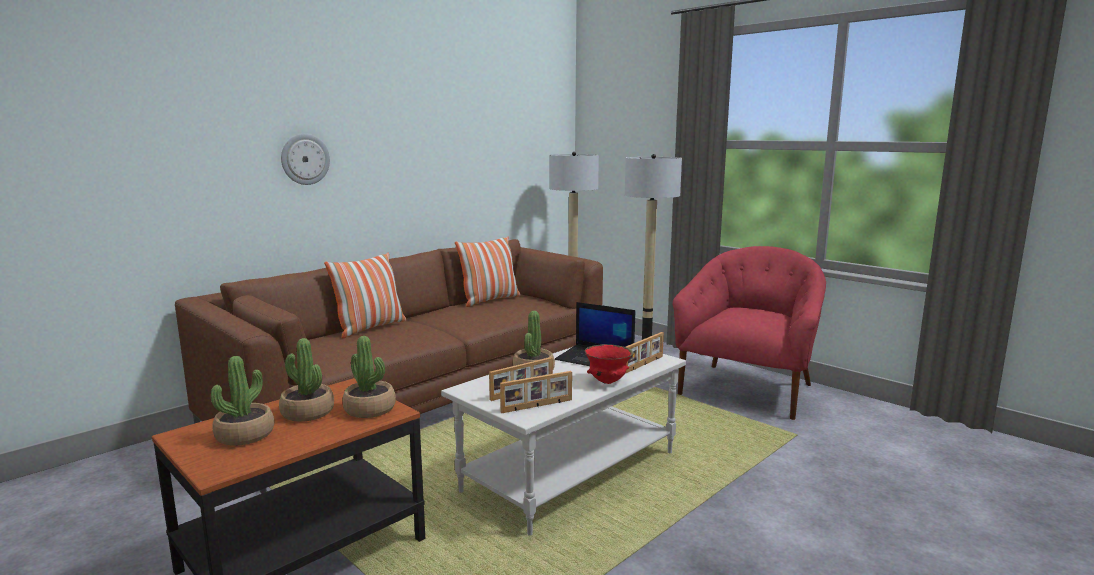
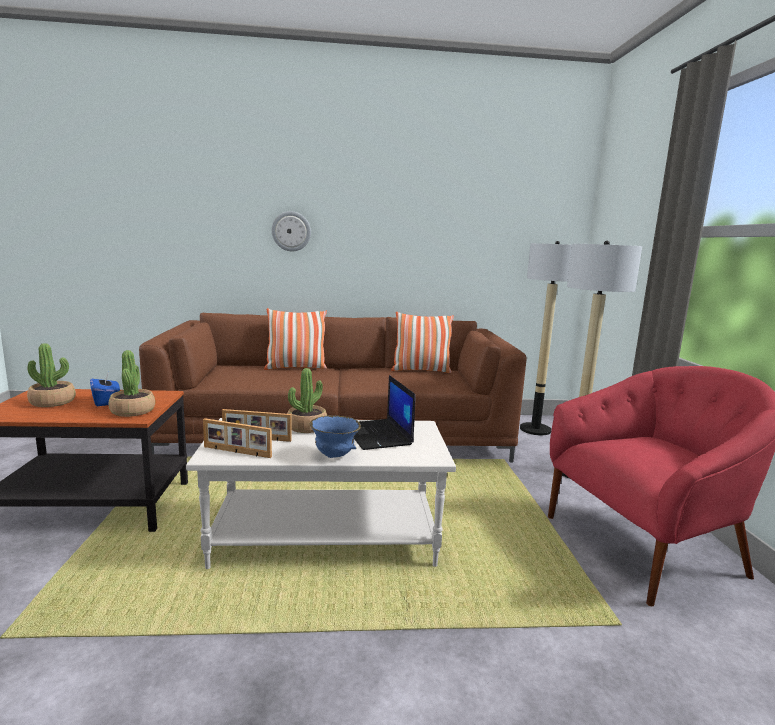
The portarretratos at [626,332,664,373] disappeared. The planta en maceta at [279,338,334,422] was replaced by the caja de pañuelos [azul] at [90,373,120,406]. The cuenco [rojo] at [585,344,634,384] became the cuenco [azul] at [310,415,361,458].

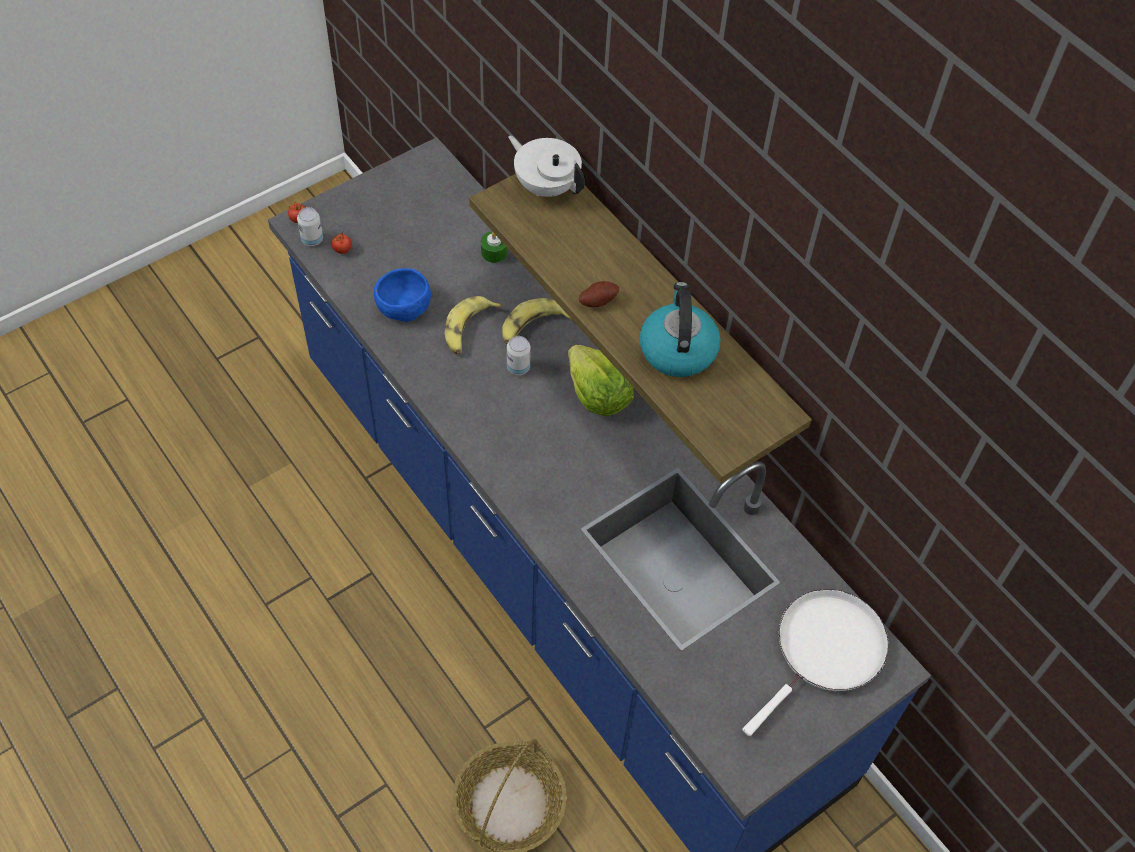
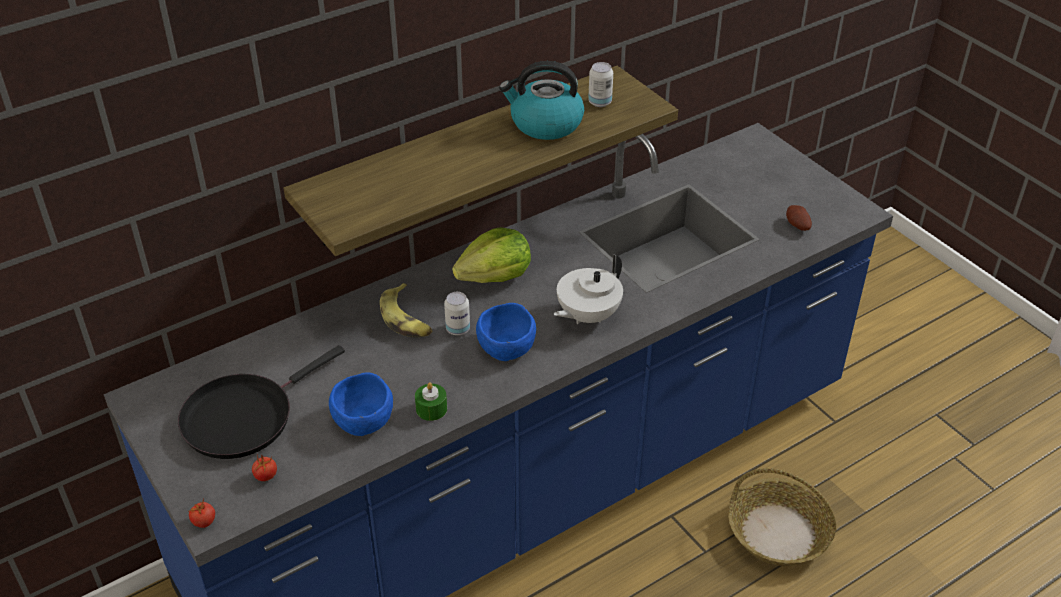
The plátano at [444,296,501,354] disappeared. The sartén [blanco] at [742,589,889,736] disappeared. The sartén [negro] at [178,345,345,459] appeared. The cuenco [azul] at [476,303,536,361] appeared. The lata moved from [297,207,323,246] to [588,62,613,107]. The vela [verde] moved from [481,231,508,263] to [415,382,447,421]. The tetera [blanco] moved from [508,136,585,197] to [554,254,623,324]. The patata moved from [579,281,619,308] to [786,205,812,231].

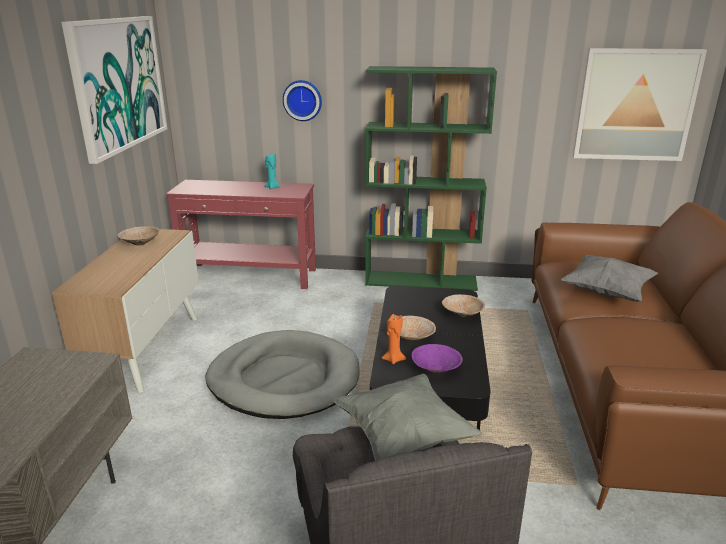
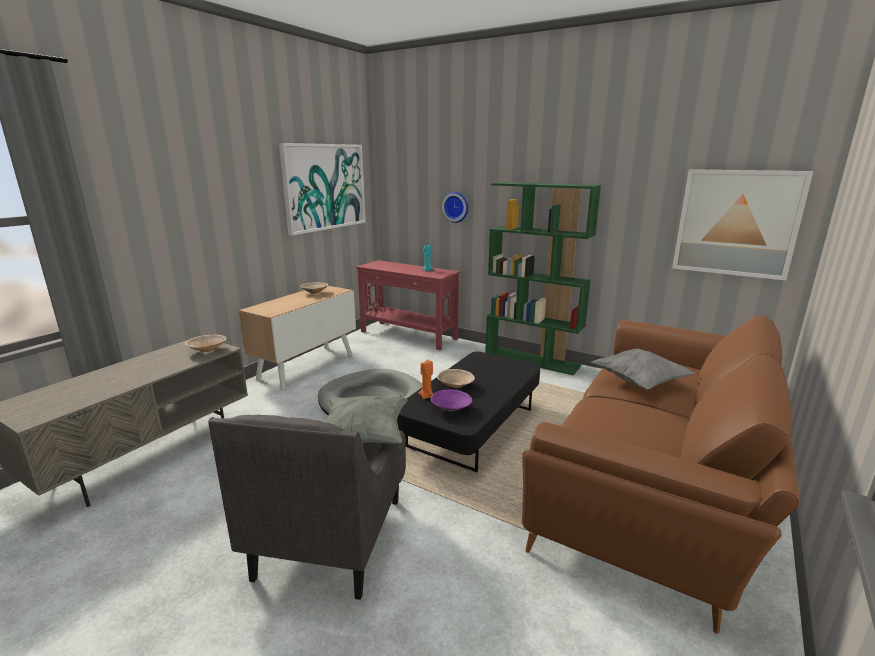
The cuenco [beis] moved from [442,294,485,317] to [185,335,226,352].

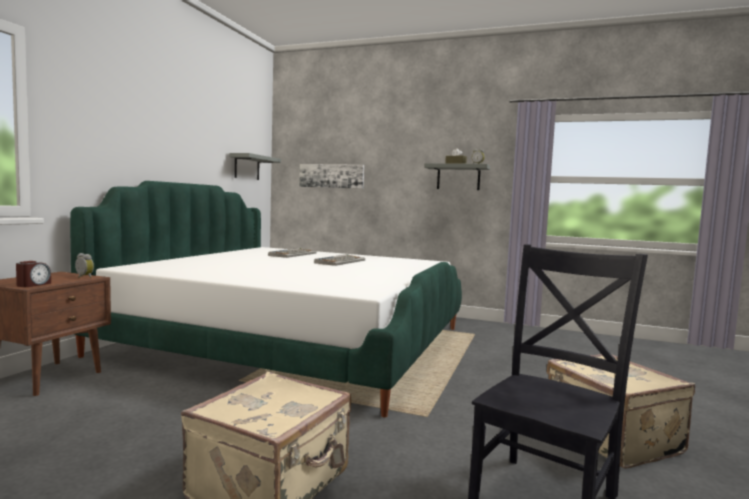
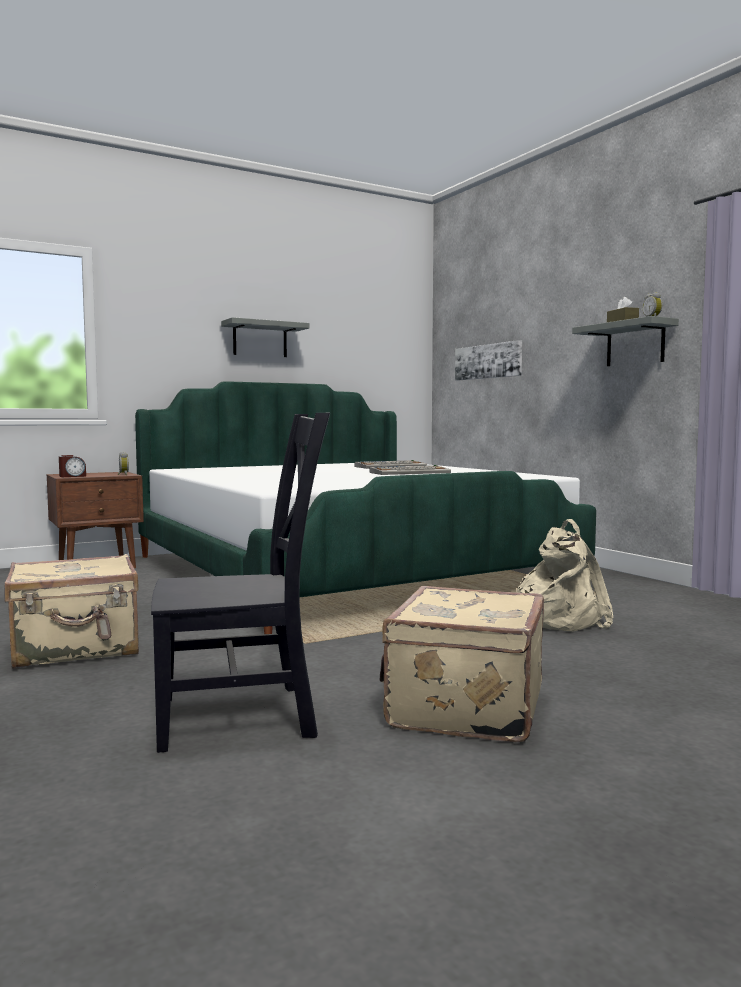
The mochila [beis] at [516,519,614,632] appeared. The estante [gris] moved from [229,153,281,180] to [221,317,310,357].

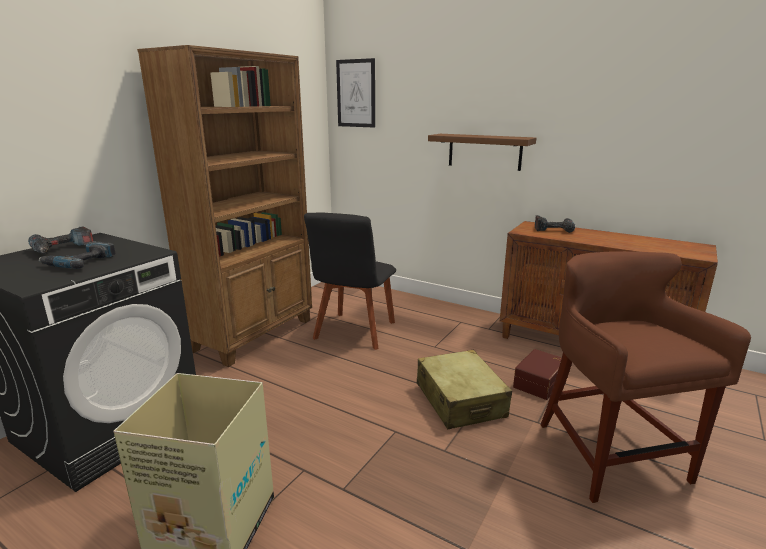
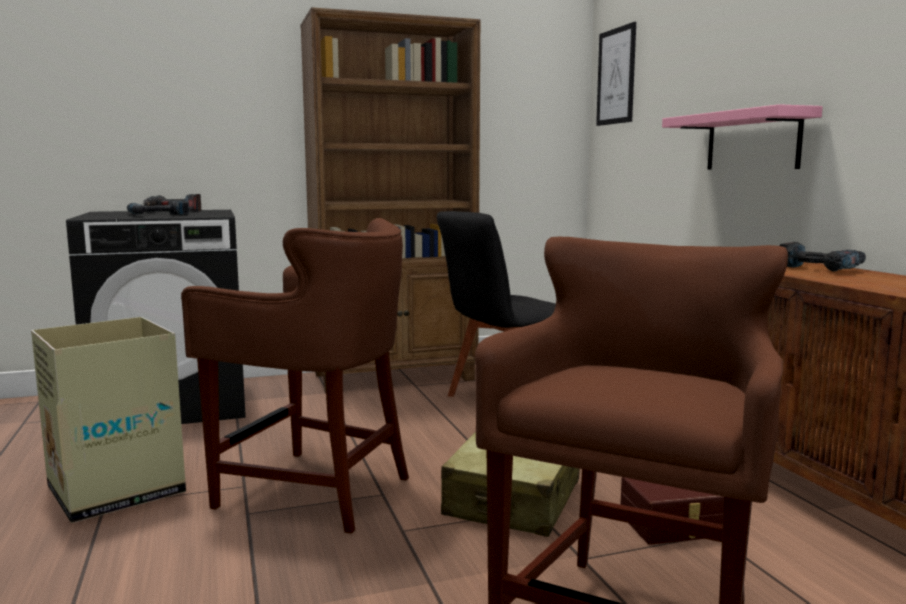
The taburete [marrón] at [181,218,409,534] appeared. The estante [marrón] at [428,134,536,171] became the estante [rosa] at [662,104,823,170].

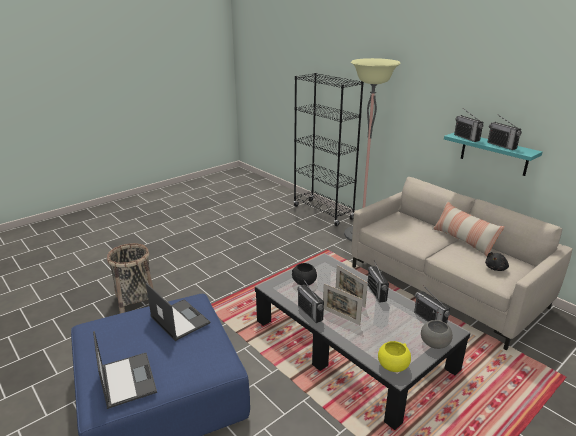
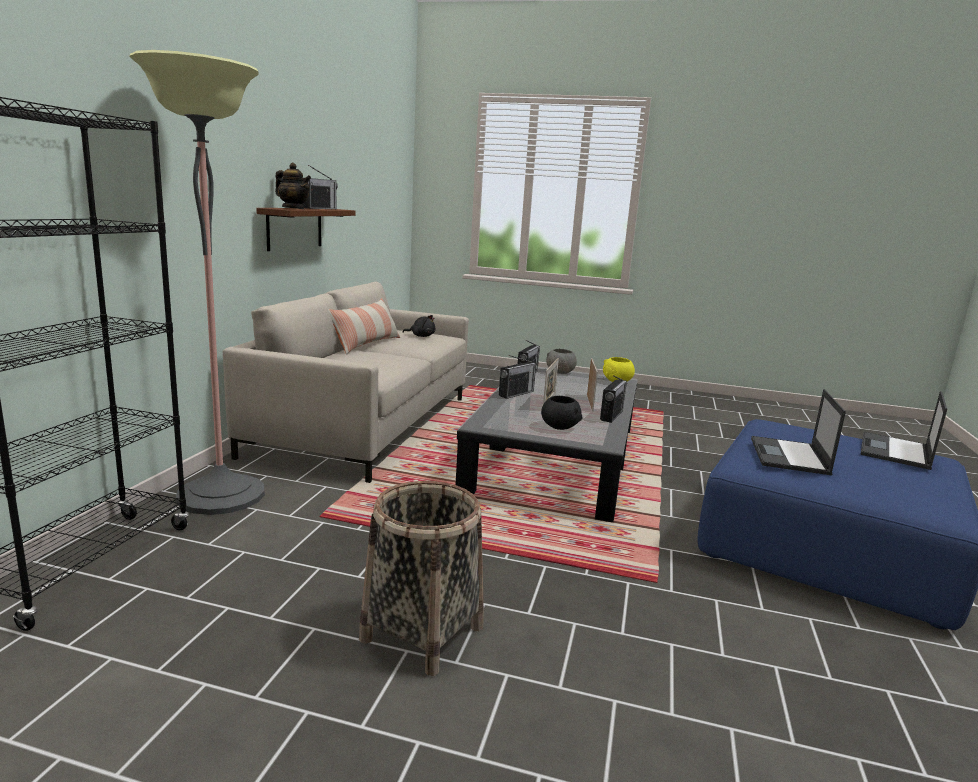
The cesta moved from [107,243,154,314] to [359,481,484,676]. The radio at [454,108,483,142] was replaced by the tetera at [275,163,311,209]. The estante [turquesa] at [444,132,543,176] became the estante [marrón] at [256,208,355,251].

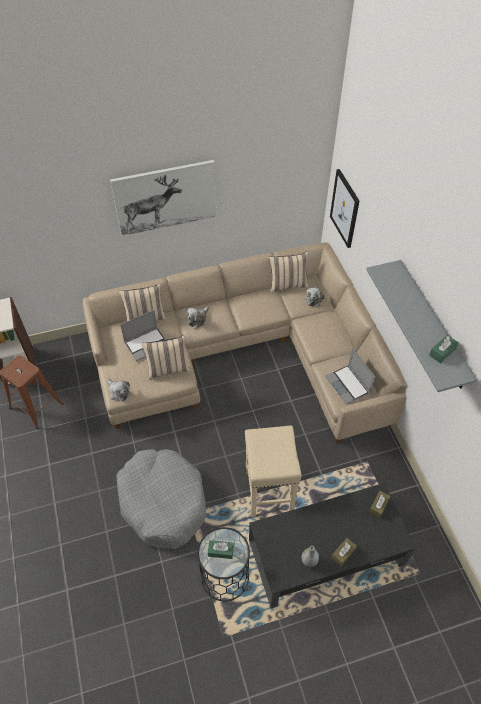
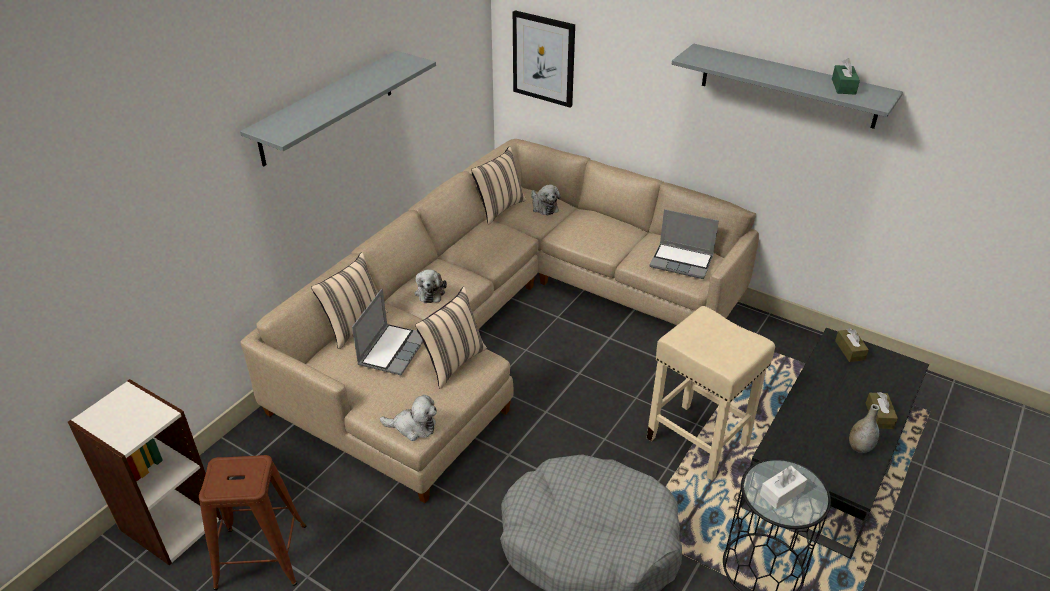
The cuadro at [110,160,217,236] was replaced by the estante [gris] at [240,51,436,166]. The caja de pañuelos [verde] at [208,540,234,559] became the caja de pañuelos [blanco] at [760,466,807,509].

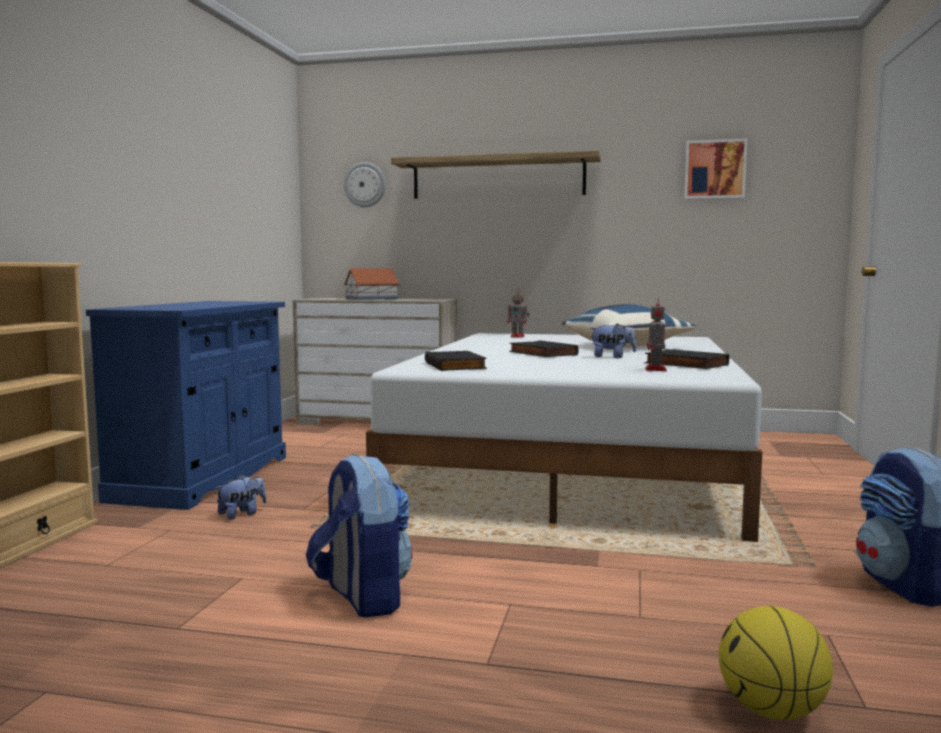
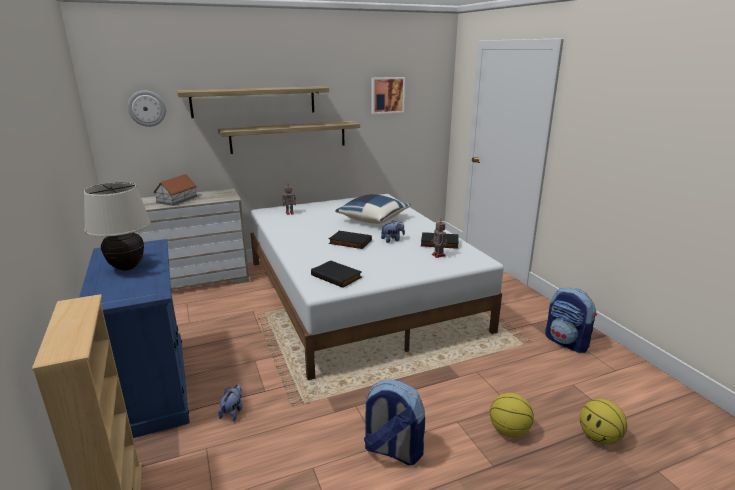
The lámpara de mesa [beis] at [83,182,151,271] appeared. The estante at [218,121,360,154] appeared. The balón de baloncesto at [490,393,534,437] appeared.

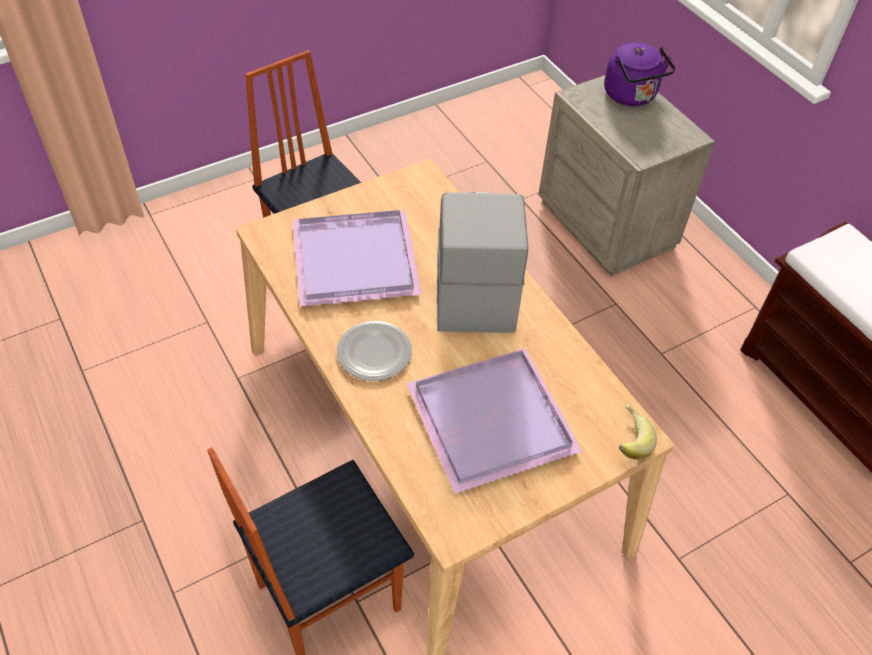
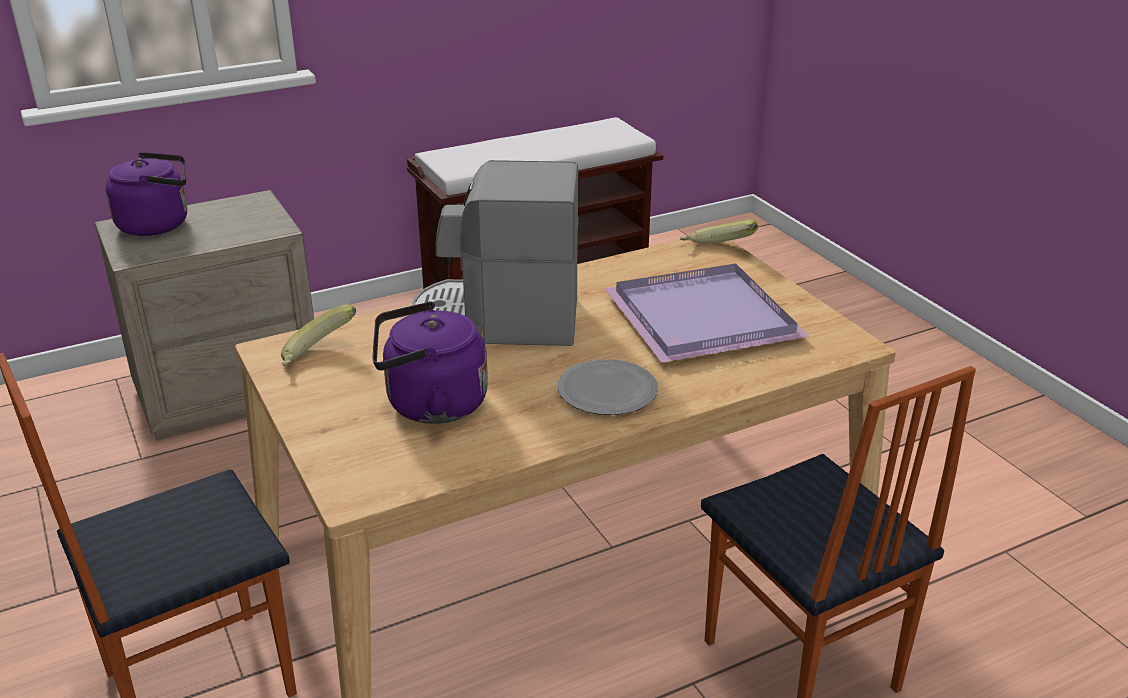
The plátano at [281,304,356,366] appeared. The bandeja [morado] at [292,210,422,307] was replaced by the hervidor [morado] at [373,301,488,424].

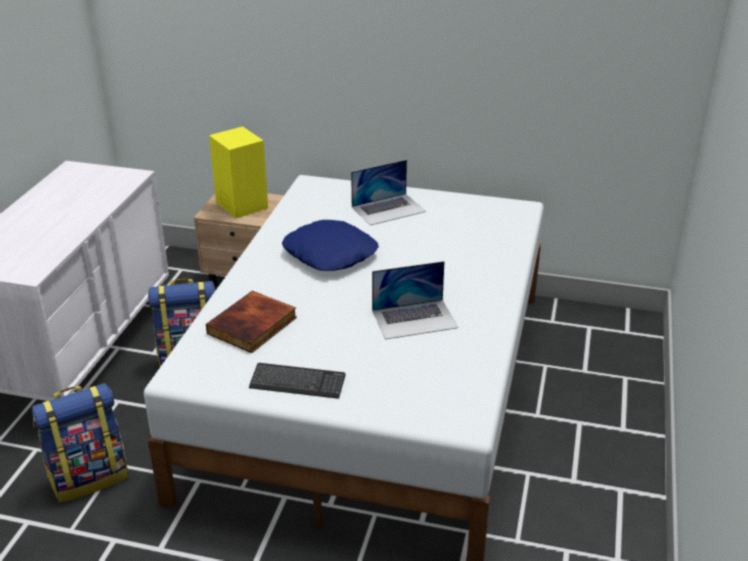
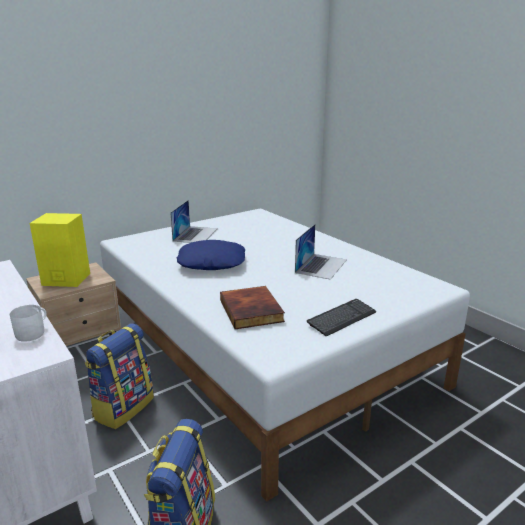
The taza grande [blanco] at [10,305,47,342] appeared.

